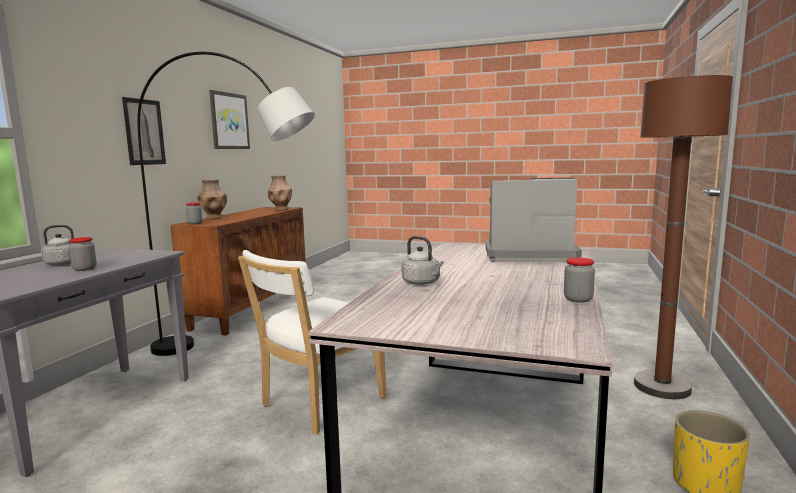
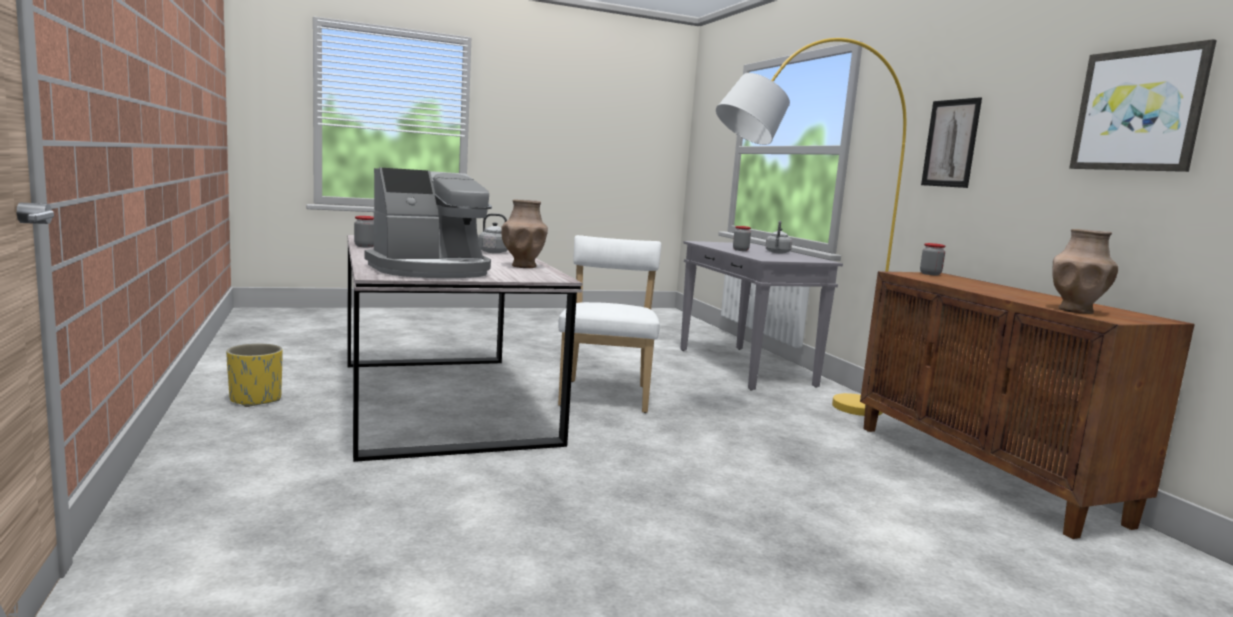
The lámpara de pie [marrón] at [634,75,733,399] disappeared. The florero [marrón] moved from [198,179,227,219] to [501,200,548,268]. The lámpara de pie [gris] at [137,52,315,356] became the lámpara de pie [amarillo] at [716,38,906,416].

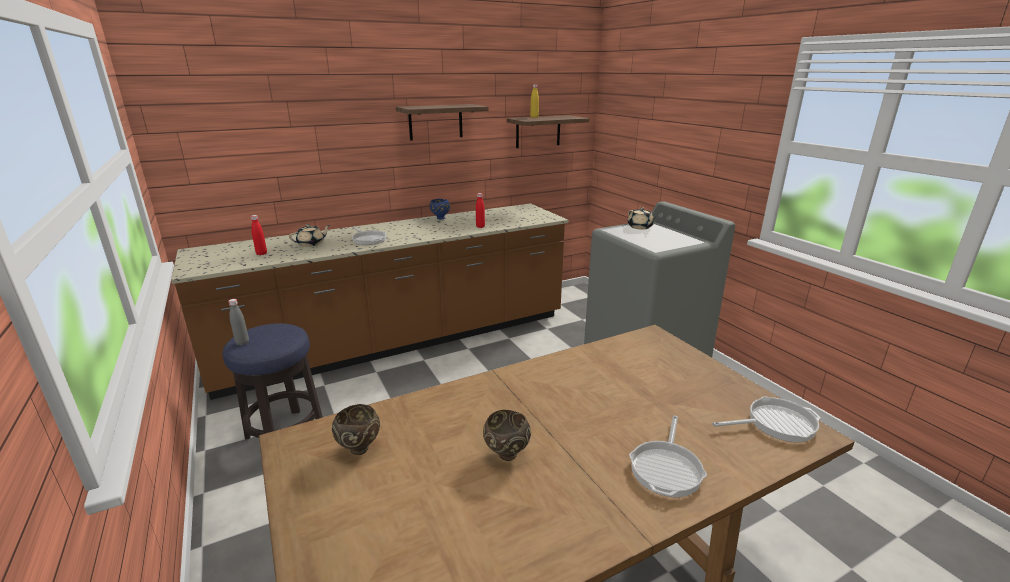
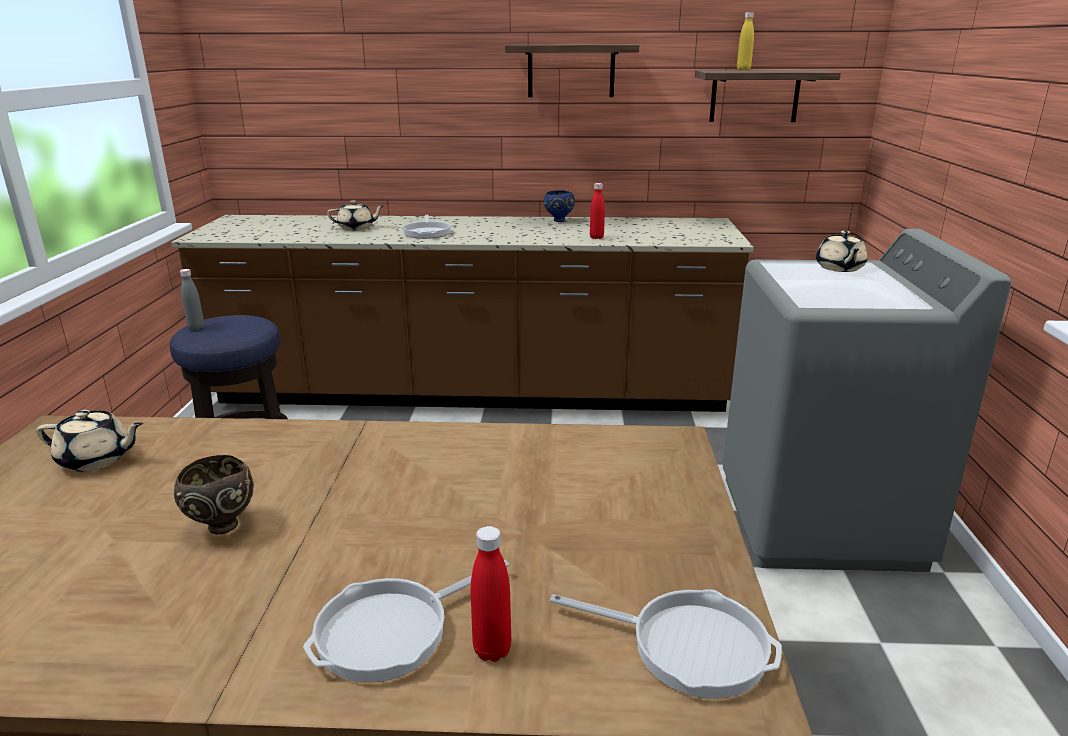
The botella [rojo] moved from [251,215,267,255] to [471,526,511,662]. The cuenco [marrón] at [332,404,380,455] was replaced by the tetera [beis] at [36,410,143,471].

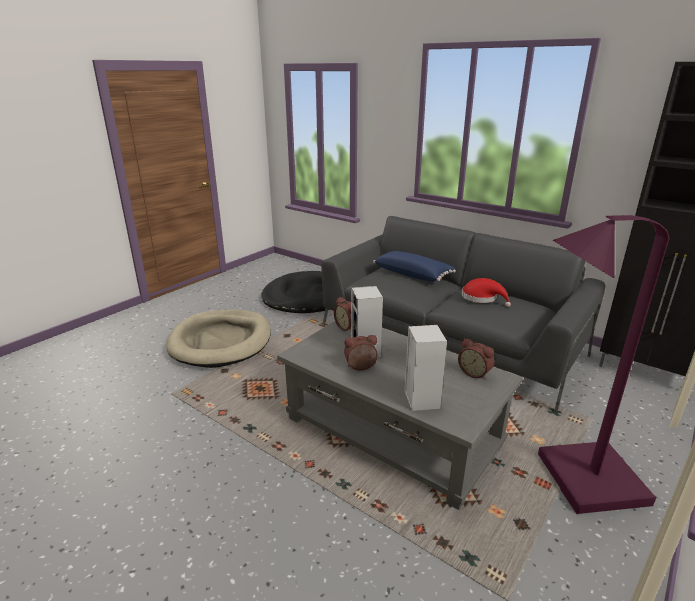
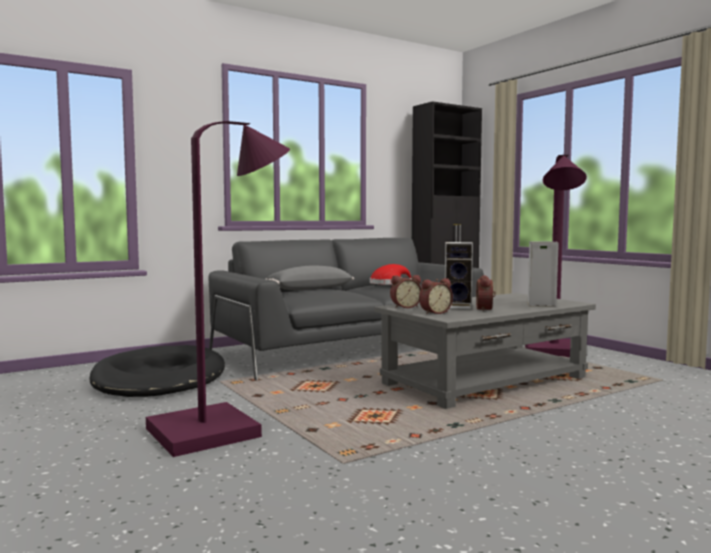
The despertador moved from [458,338,494,380] to [419,278,453,314]. The cama para perro [beis] at [166,310,271,368] was replaced by the lámpara de pie [morado] at [146,121,290,457]. The cojín [azul] at [373,251,456,282] became the cojín [gris] at [265,265,354,290].

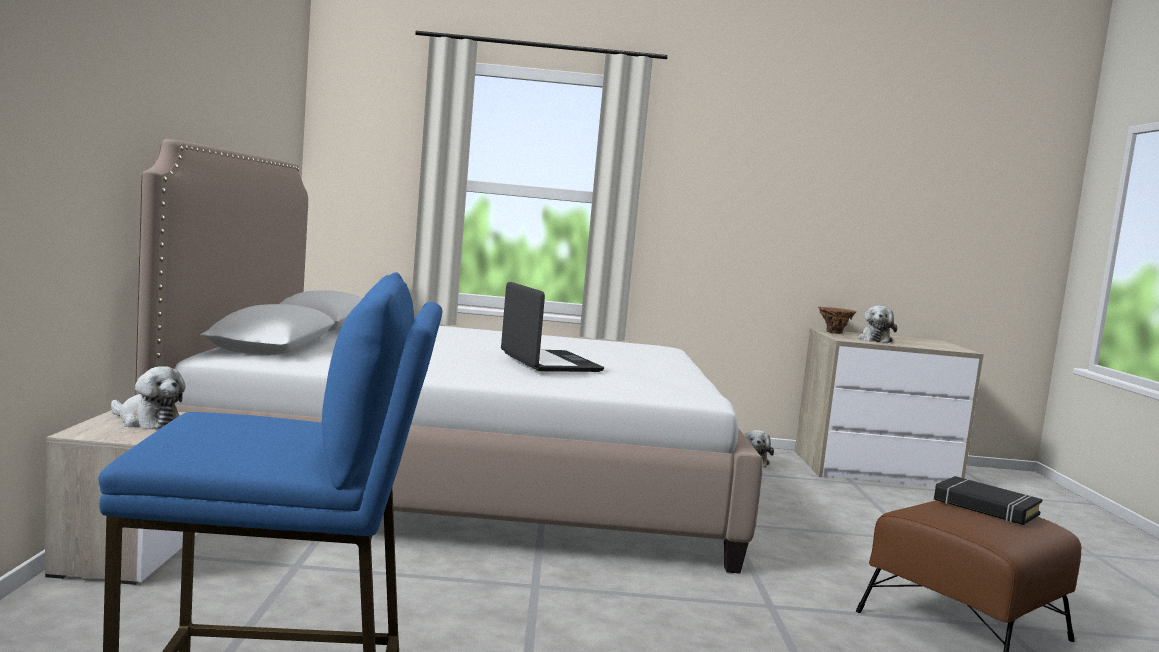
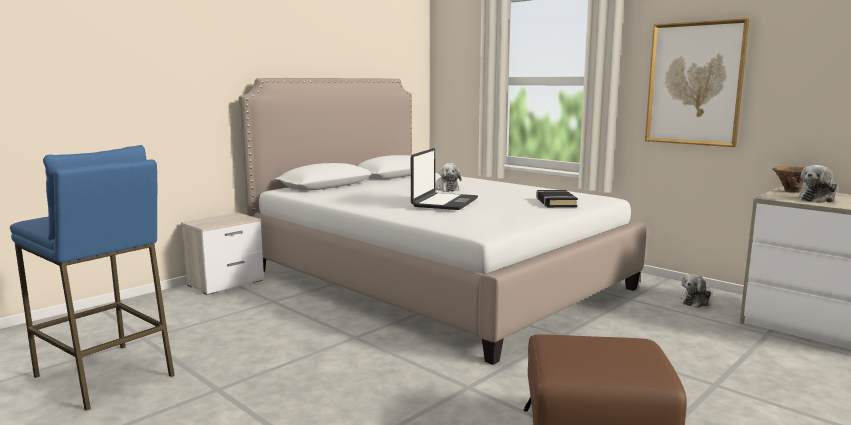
The cuadro at [645,18,750,147] appeared. The peluche moved from [111,367,186,429] to [435,163,462,192]. The libro [negro] moved from [934,476,1043,525] to [536,190,578,207].

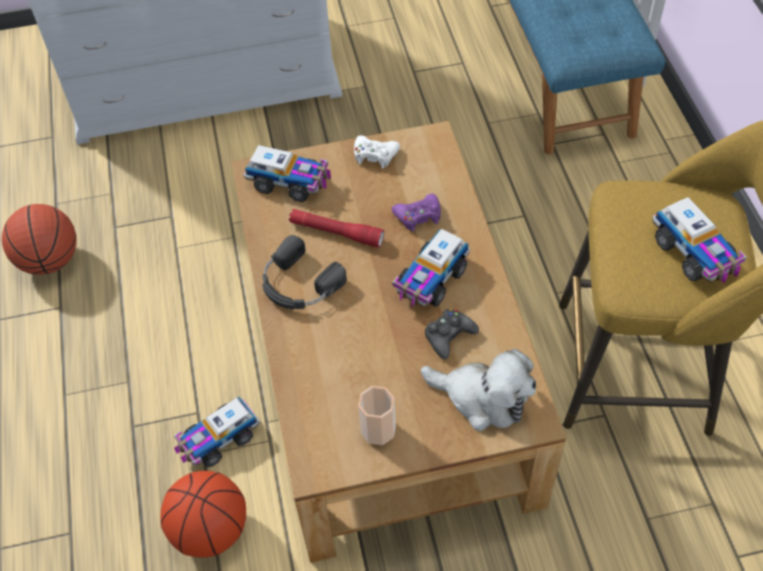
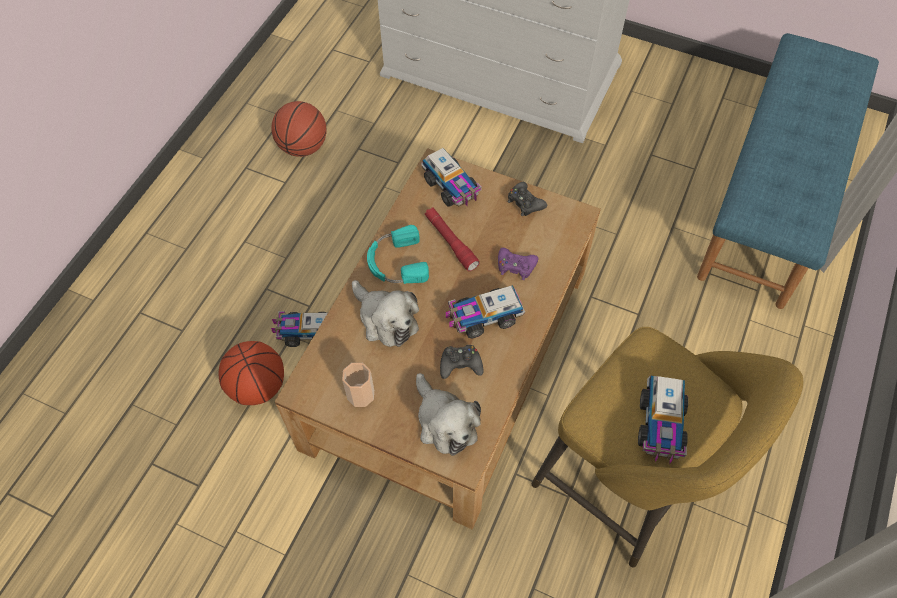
The peluche at [352,280,419,347] appeared. The auriculares [negro] at [262,235,347,309] became the auriculares [turquesa] at [367,225,429,284]. The mando de consola [blanco] at [354,135,400,169] became the mando de consola [negro] at [507,182,547,216].

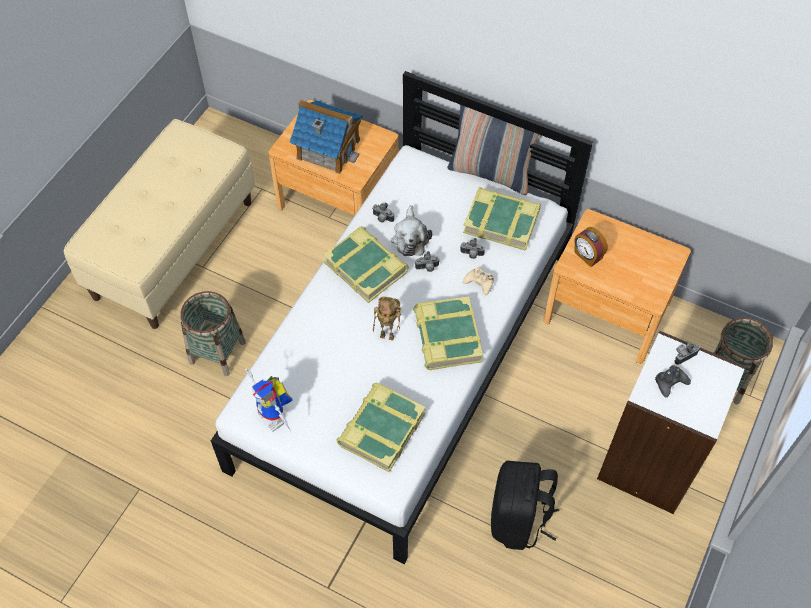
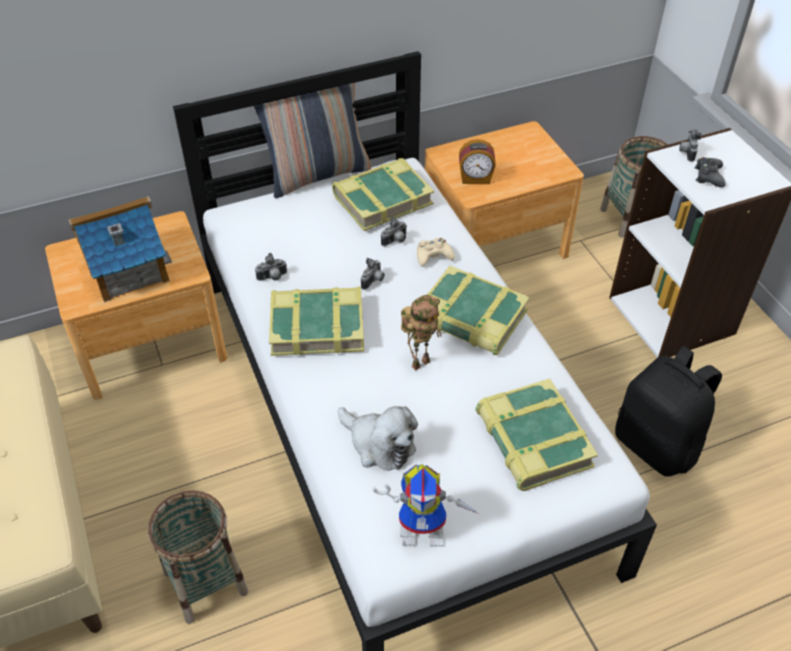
The peluche moved from [391,205,432,256] to [338,406,418,471].

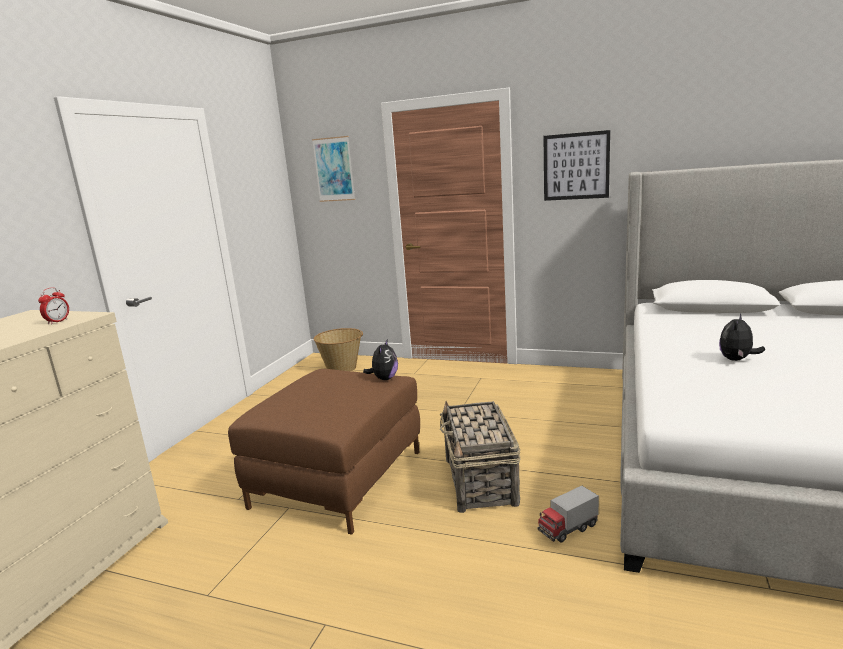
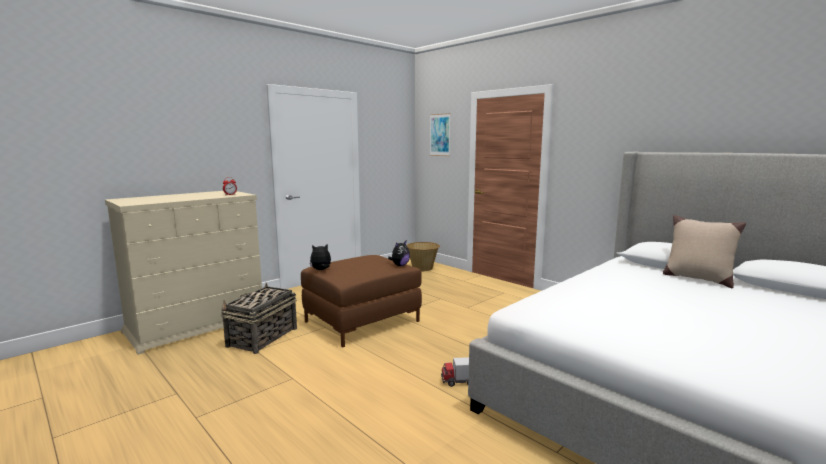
The cuadro at [544,130,610,201] disappeared. The cojín [beis] at [663,215,746,288] appeared. The cesta moved from [440,401,520,513] to [221,283,297,354]. The peluche moved from [719,314,765,361] to [310,244,331,270].

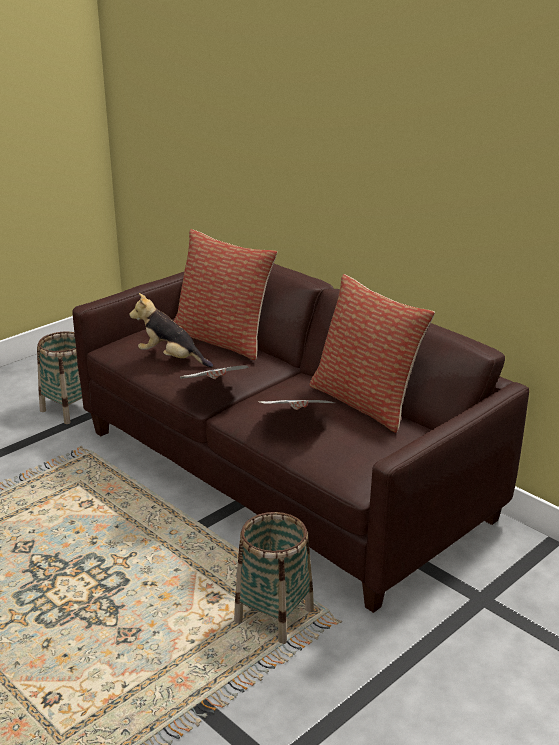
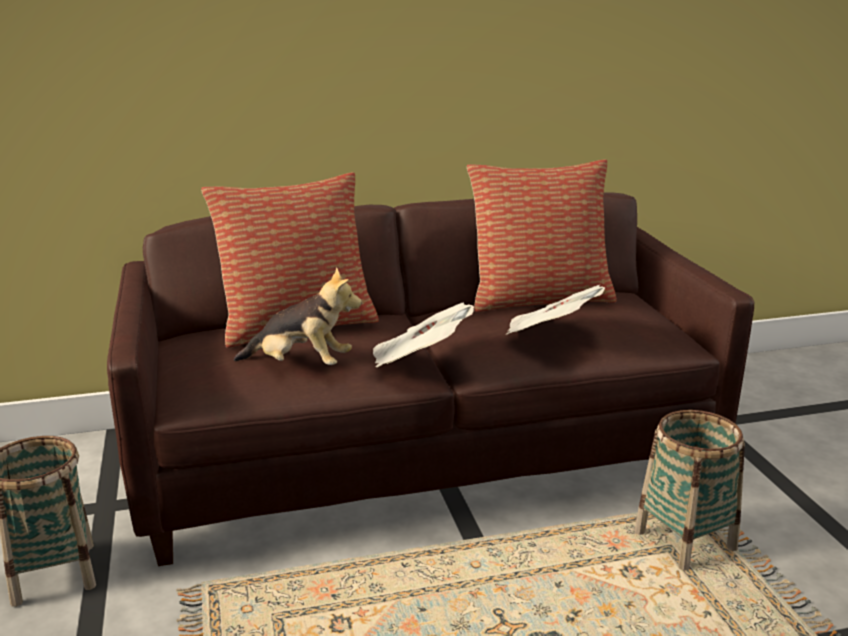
The peluche at [129,293,213,367] turned 135 degrees counterclockwise.

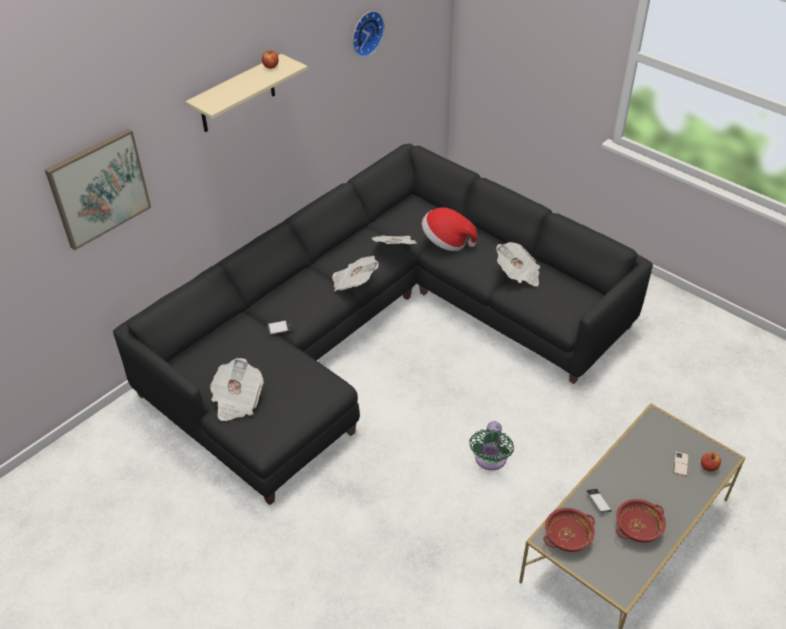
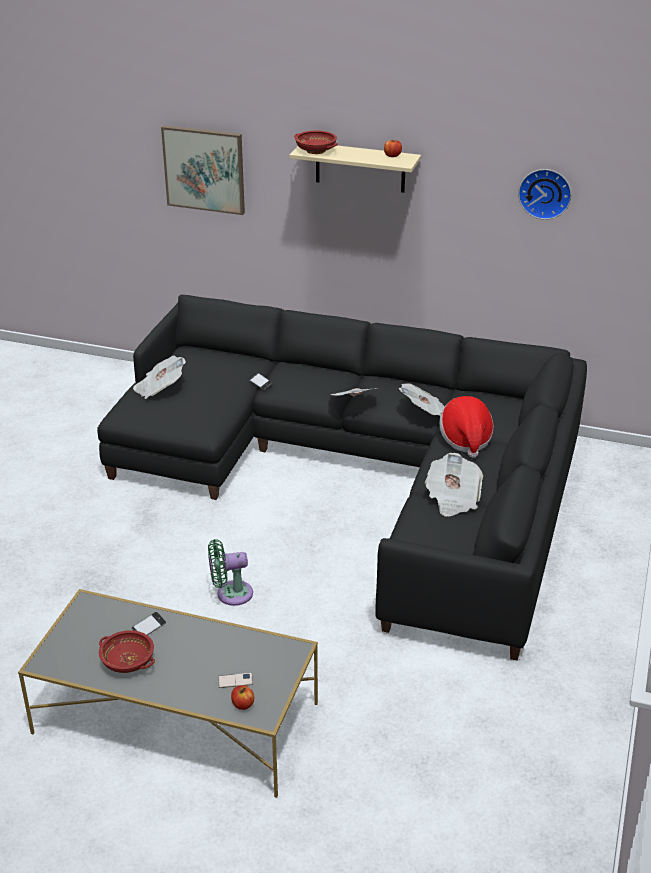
The cuenco [rojo] moved from [543,508,595,552] to [294,131,338,154].

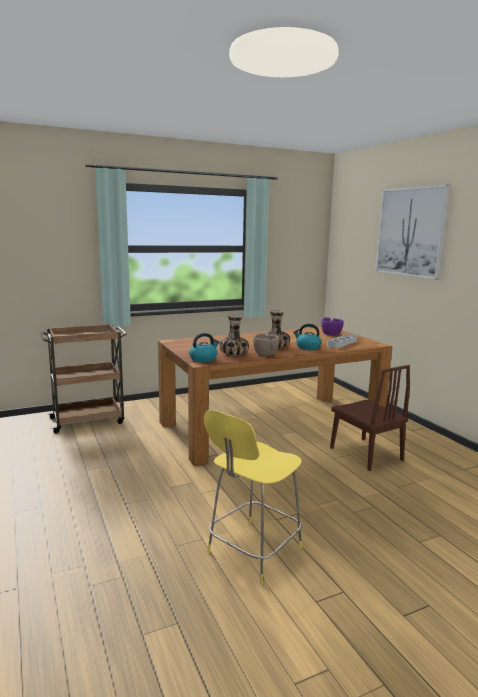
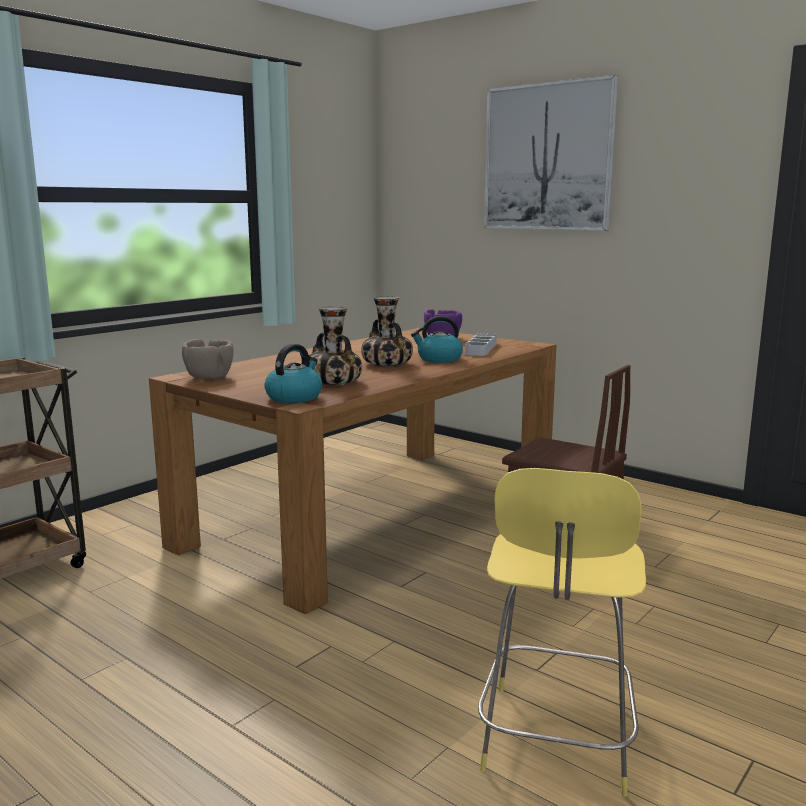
The cuenco [marrón] moved from [253,333,280,356] to [182,339,233,379].

